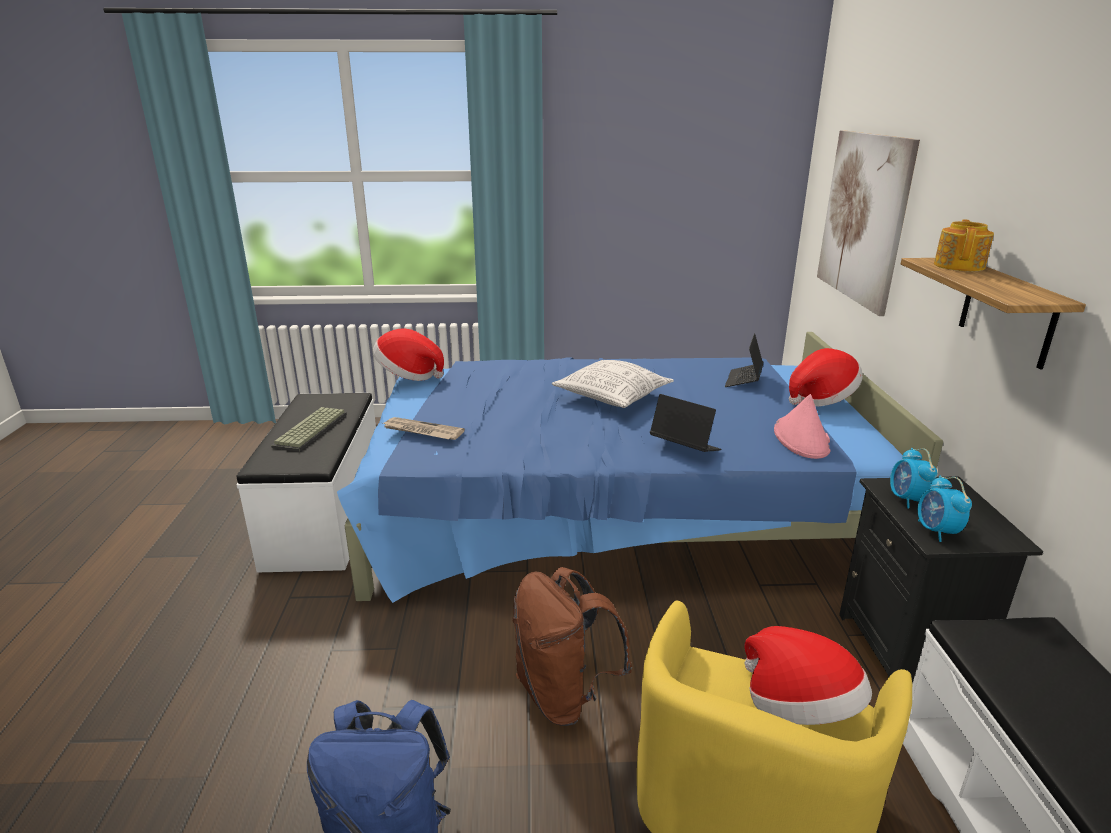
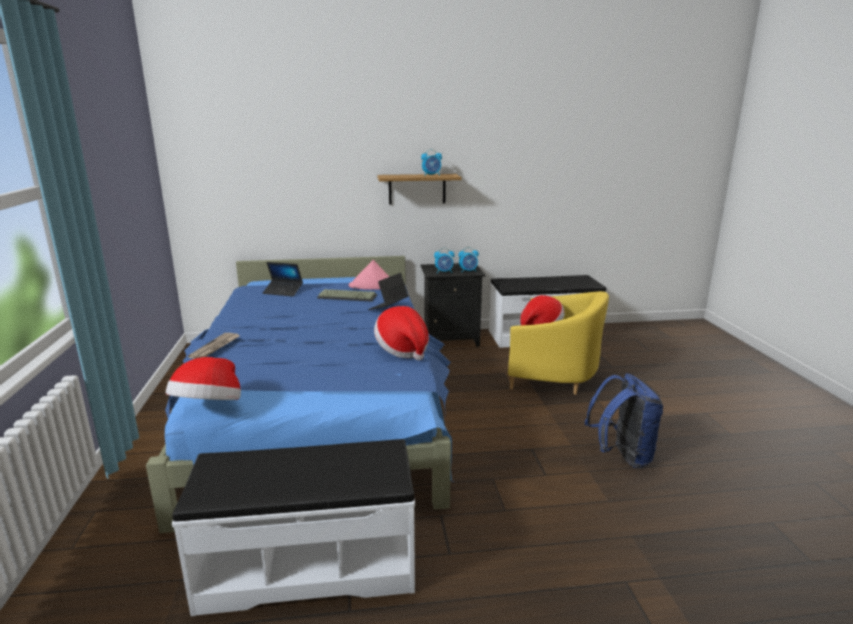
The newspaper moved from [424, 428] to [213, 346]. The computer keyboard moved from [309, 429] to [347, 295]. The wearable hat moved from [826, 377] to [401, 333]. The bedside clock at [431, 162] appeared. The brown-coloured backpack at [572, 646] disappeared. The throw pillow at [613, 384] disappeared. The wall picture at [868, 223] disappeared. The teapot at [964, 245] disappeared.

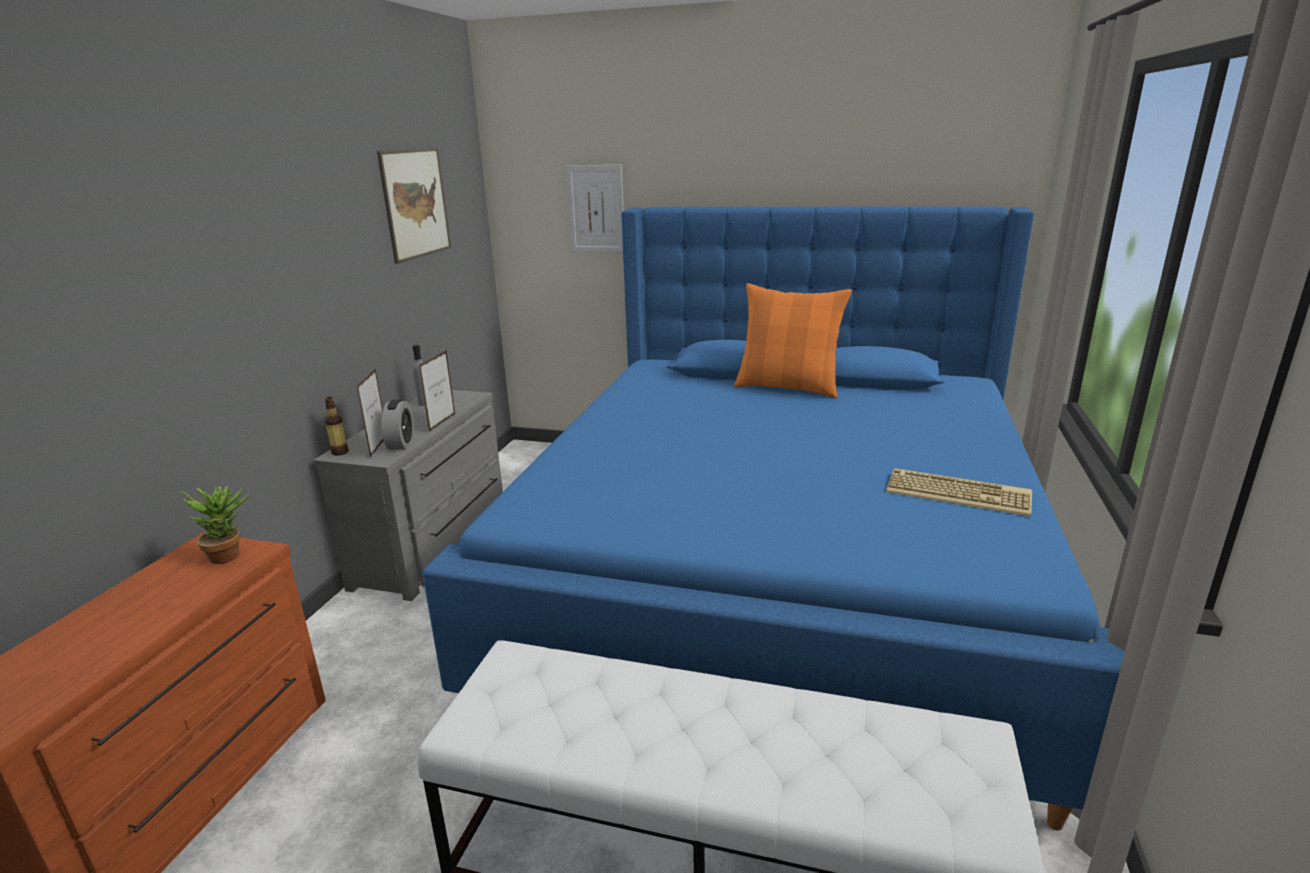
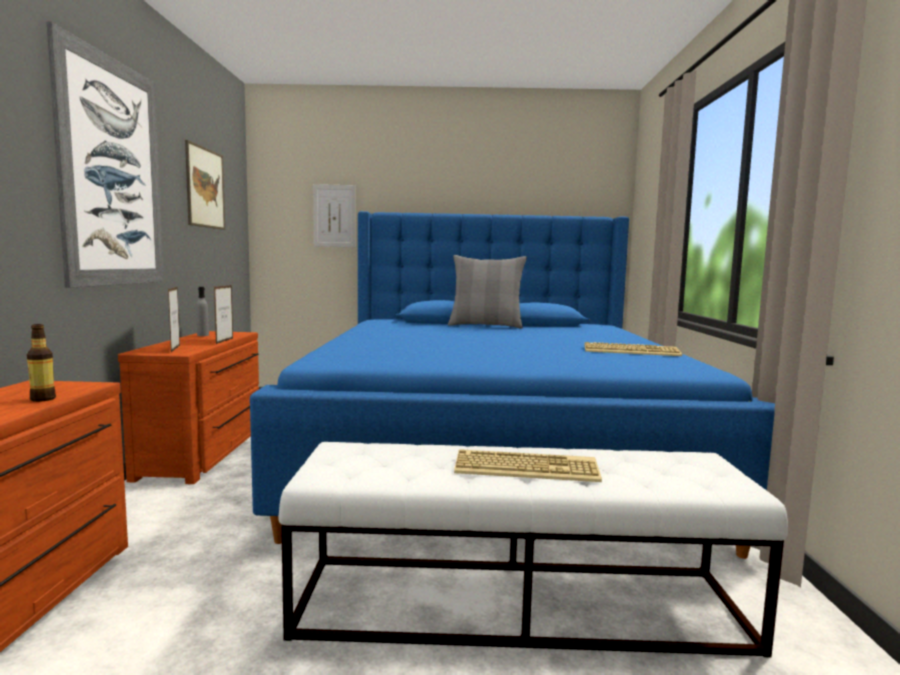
The beverage bottle moved from [337, 426] to [41, 363]. The wall picture at [105, 154] appeared. The gray dresser at [408, 495] became the brown-coloured dresser at [188, 407]. The orange throw pillow at [793, 340] became the gray throw pillow at [487, 292]. The computer keyboard at [528, 465] appeared. The houseplant at [215, 524] disappeared. The bedside clock at [397, 424] disappeared.

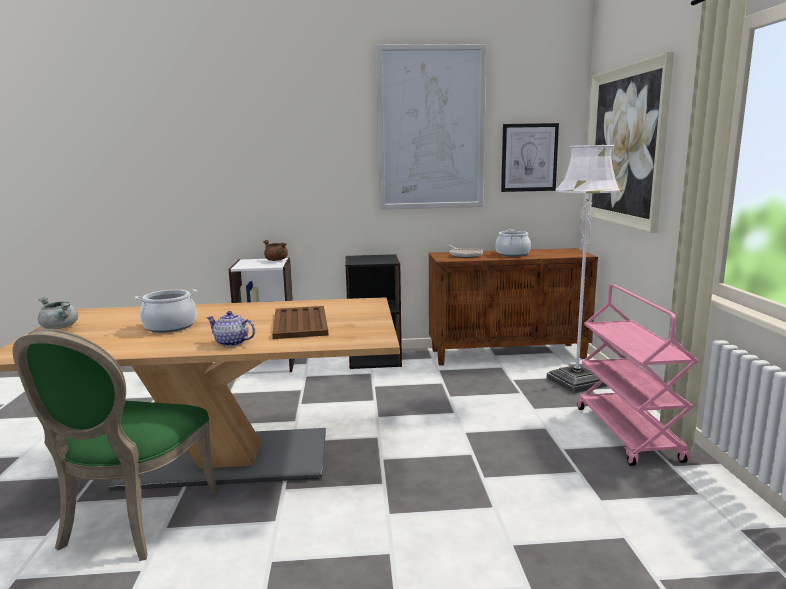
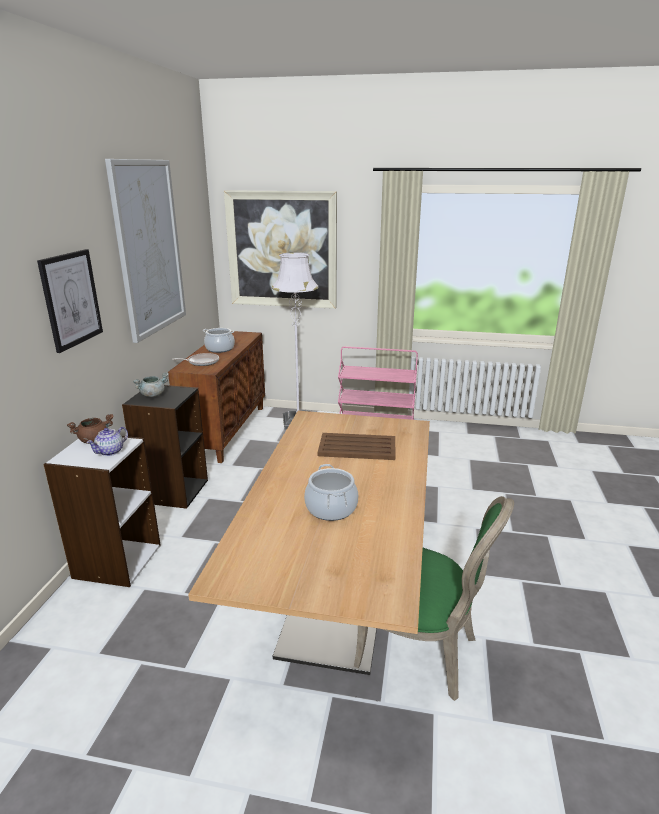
The wall picture moved from [530, 157] to [70, 301]. The teapot moved from [230, 329] to [107, 441]. The gray saucepot moved from [58, 313] to [151, 385].

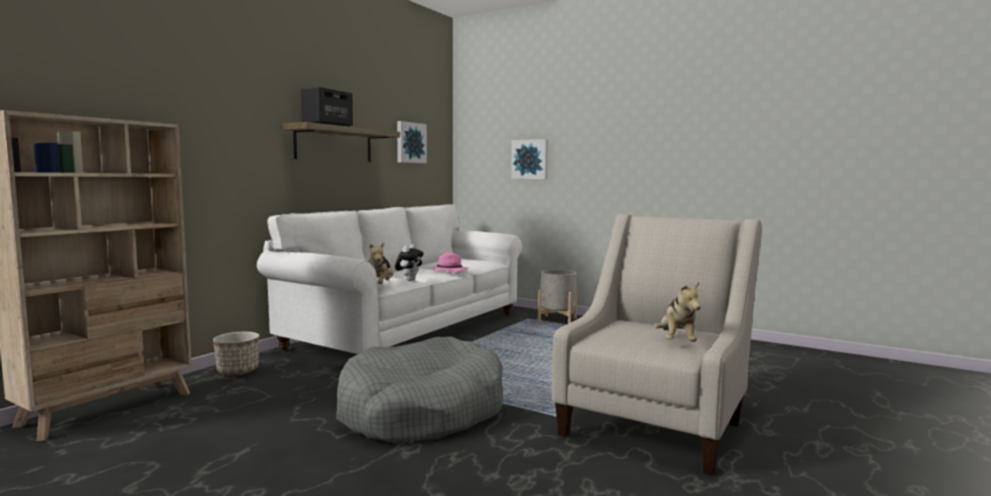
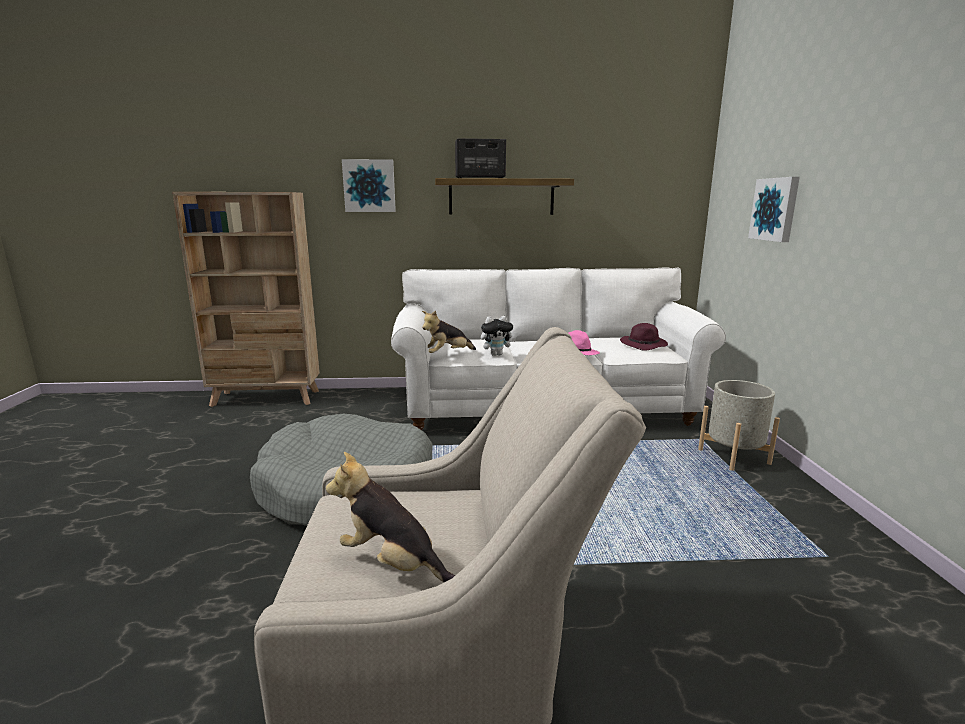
The cuddly toy at [677, 312] turned 60 degrees clockwise. The wall picture moved from [412, 142] to [369, 185]. The purplish wearable hat at [644, 337] appeared. The flower pot at [236, 353] disappeared.

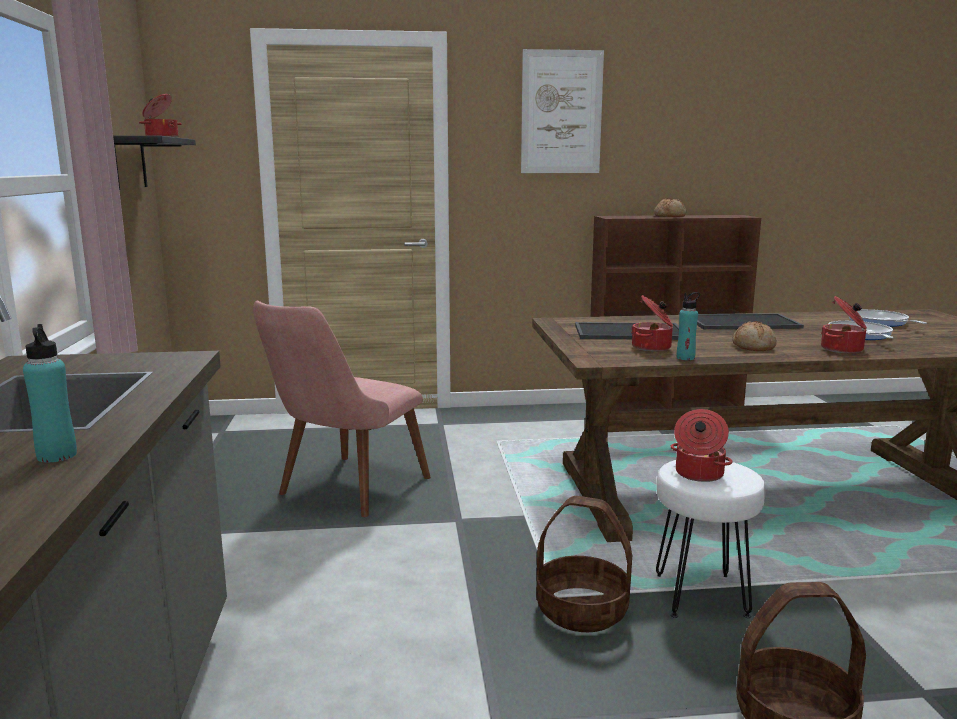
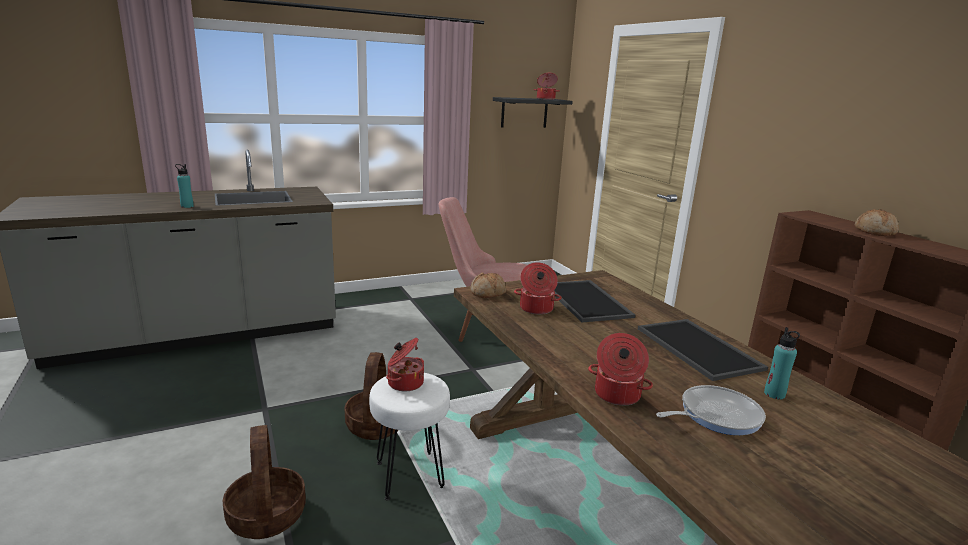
The bread moved from [754, 336] to [488, 285]. The blue-green beverage bottle moved from [688, 326] to [782, 363]. The wall picture at [562, 111] disappeared. The skillet at [888, 318] disappeared.

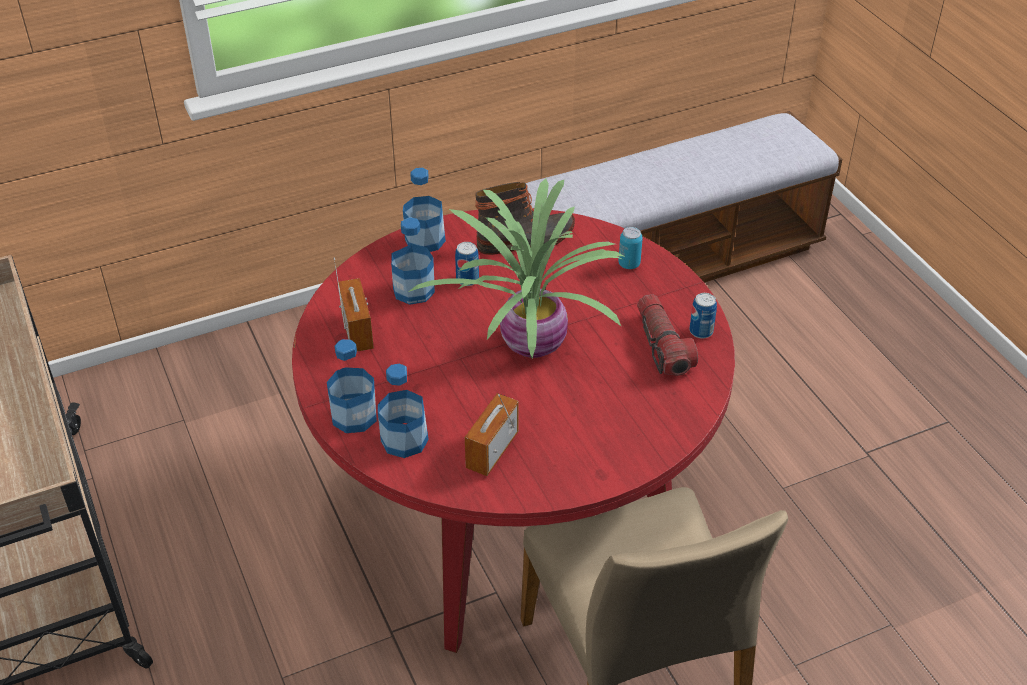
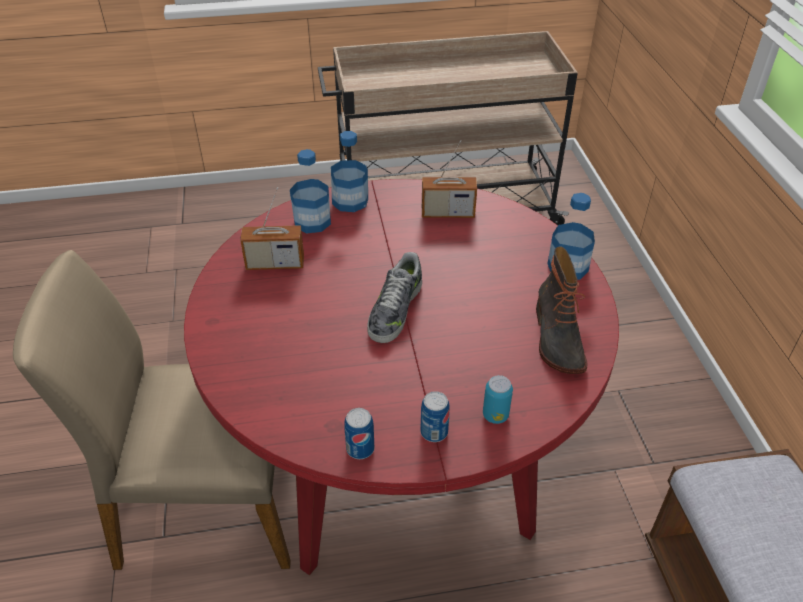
The radio set at [491, 434] turned 135 degrees clockwise. The houseplant at [516, 268] was replaced by the shoe at [394, 297]. The metal can moved from [467, 264] to [435, 416]. The beverage bottle at [413, 261] disappeared. The flashlight at [667, 335] disappeared.

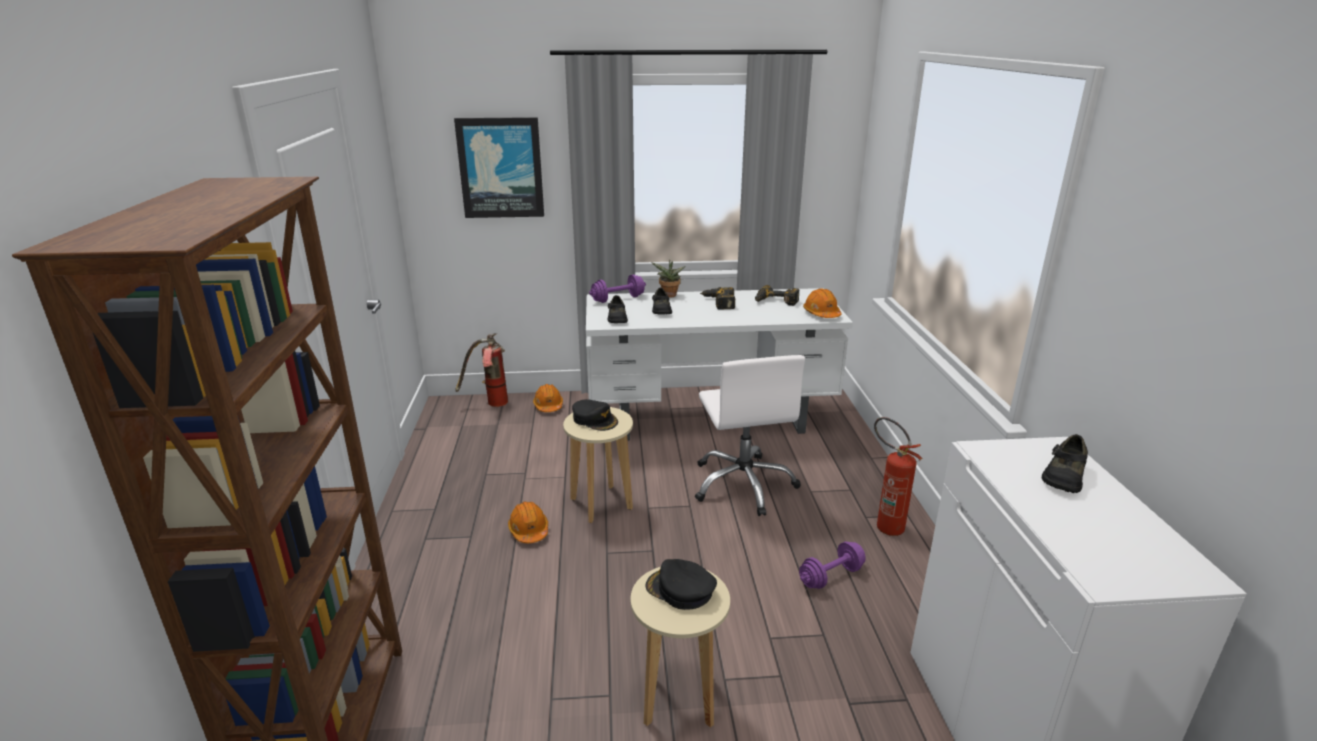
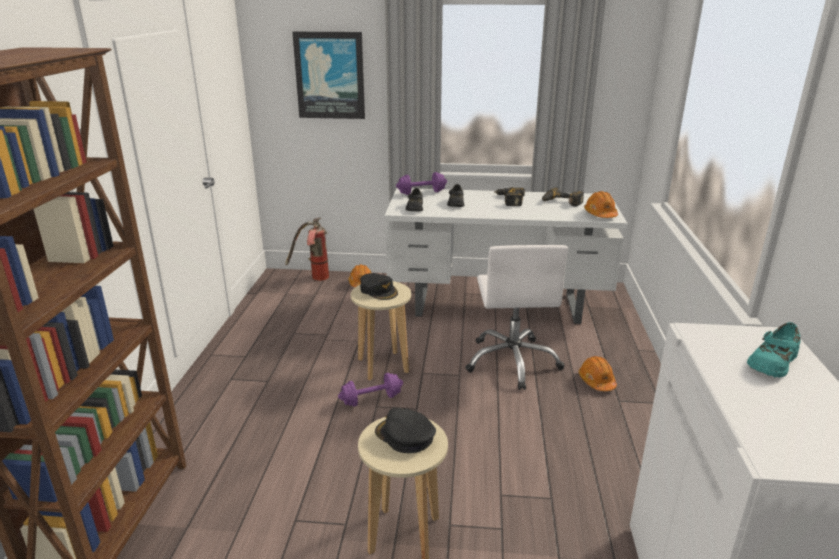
The purplish dumbbell moved from [832, 565] to [370, 390]. The orange hard hat moved from [528, 522] to [598, 373]. The blackish shoe at [1065, 463] became the blue-green shoe at [774, 350]. The houseplant at [668, 278] disappeared. The fire-fighting cylinder at [898, 476] disappeared.

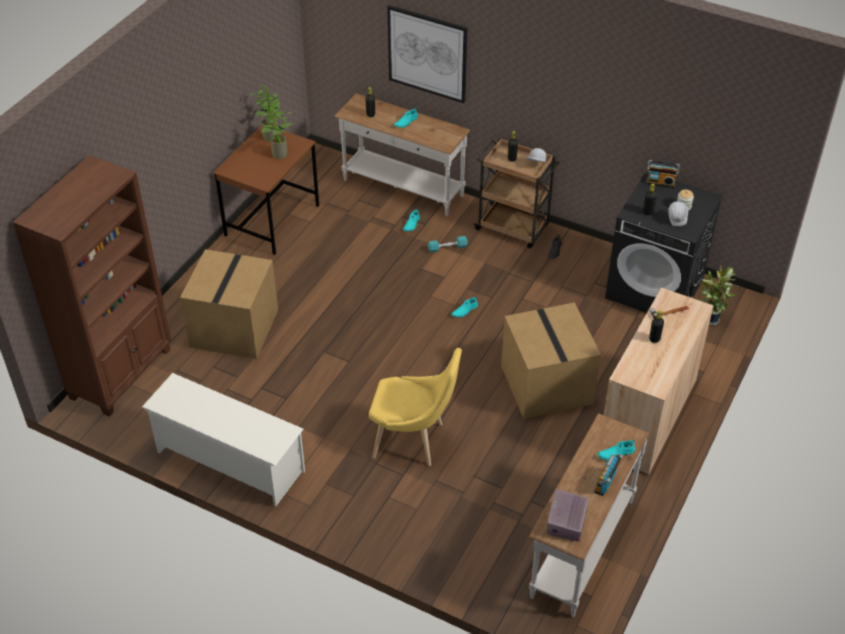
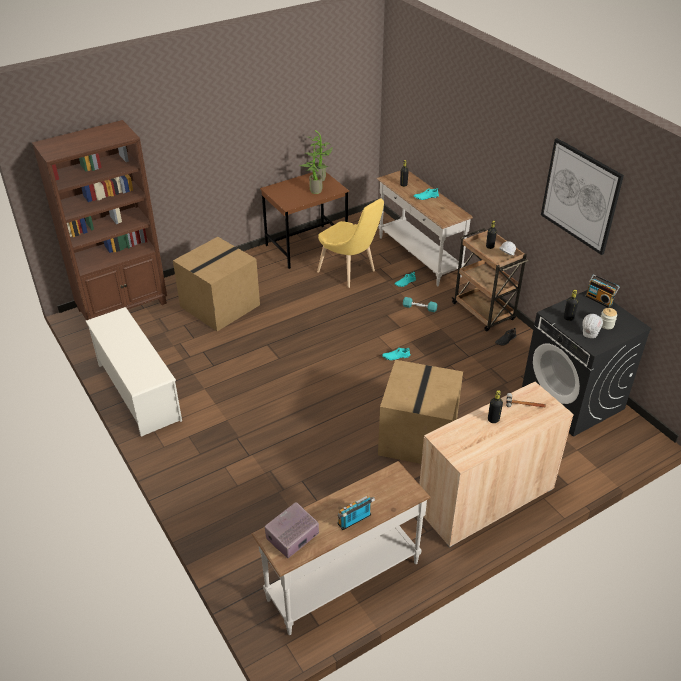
The yellowish upright chair moved from [415, 407] to [350, 243]. The wall picture moved from [427, 54] to [582, 196]. The blue-green shoe at [616, 450] disappeared. The houseplant at [719, 295] disappeared.

